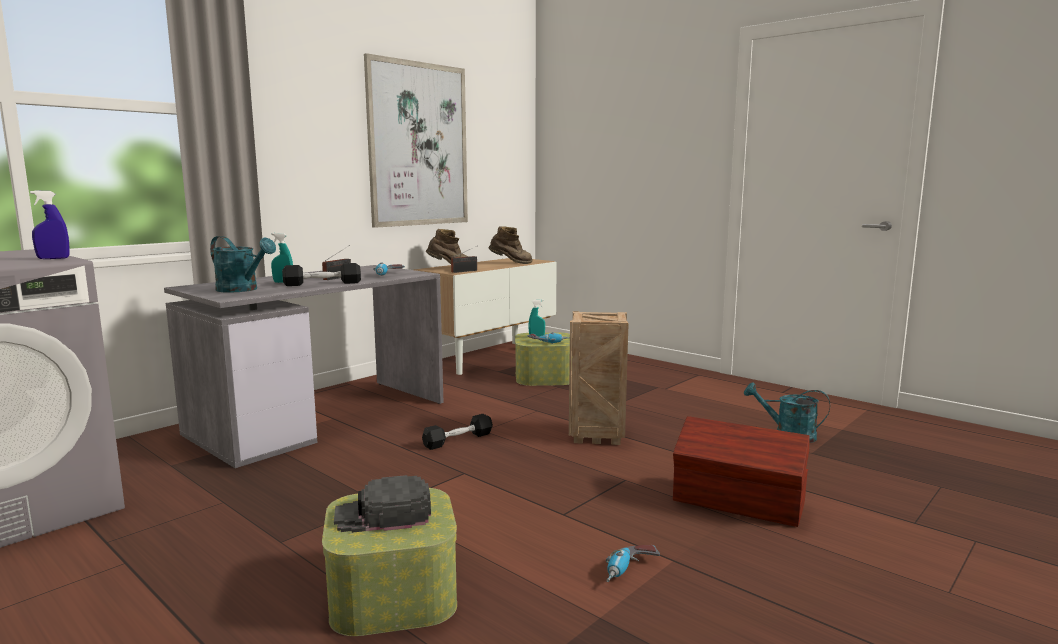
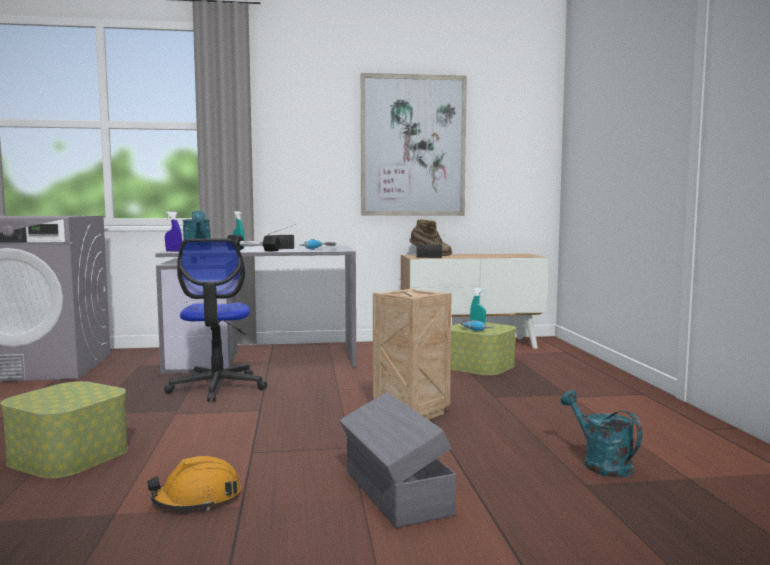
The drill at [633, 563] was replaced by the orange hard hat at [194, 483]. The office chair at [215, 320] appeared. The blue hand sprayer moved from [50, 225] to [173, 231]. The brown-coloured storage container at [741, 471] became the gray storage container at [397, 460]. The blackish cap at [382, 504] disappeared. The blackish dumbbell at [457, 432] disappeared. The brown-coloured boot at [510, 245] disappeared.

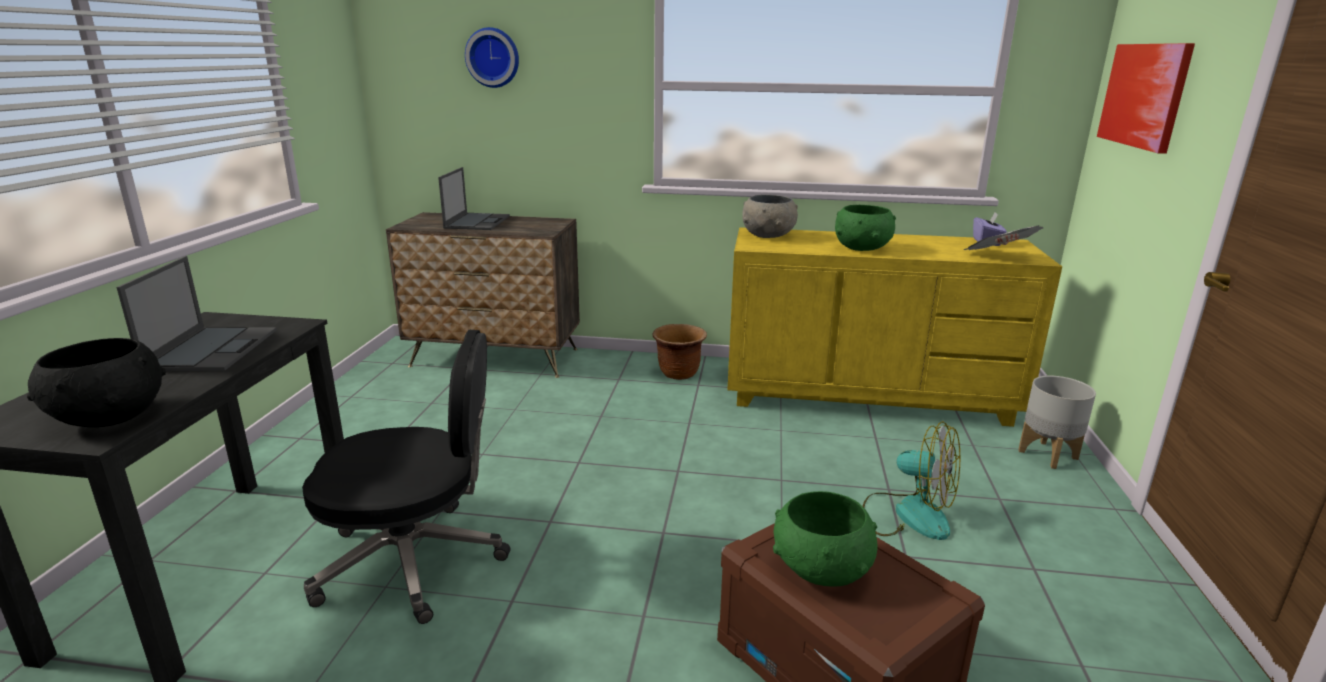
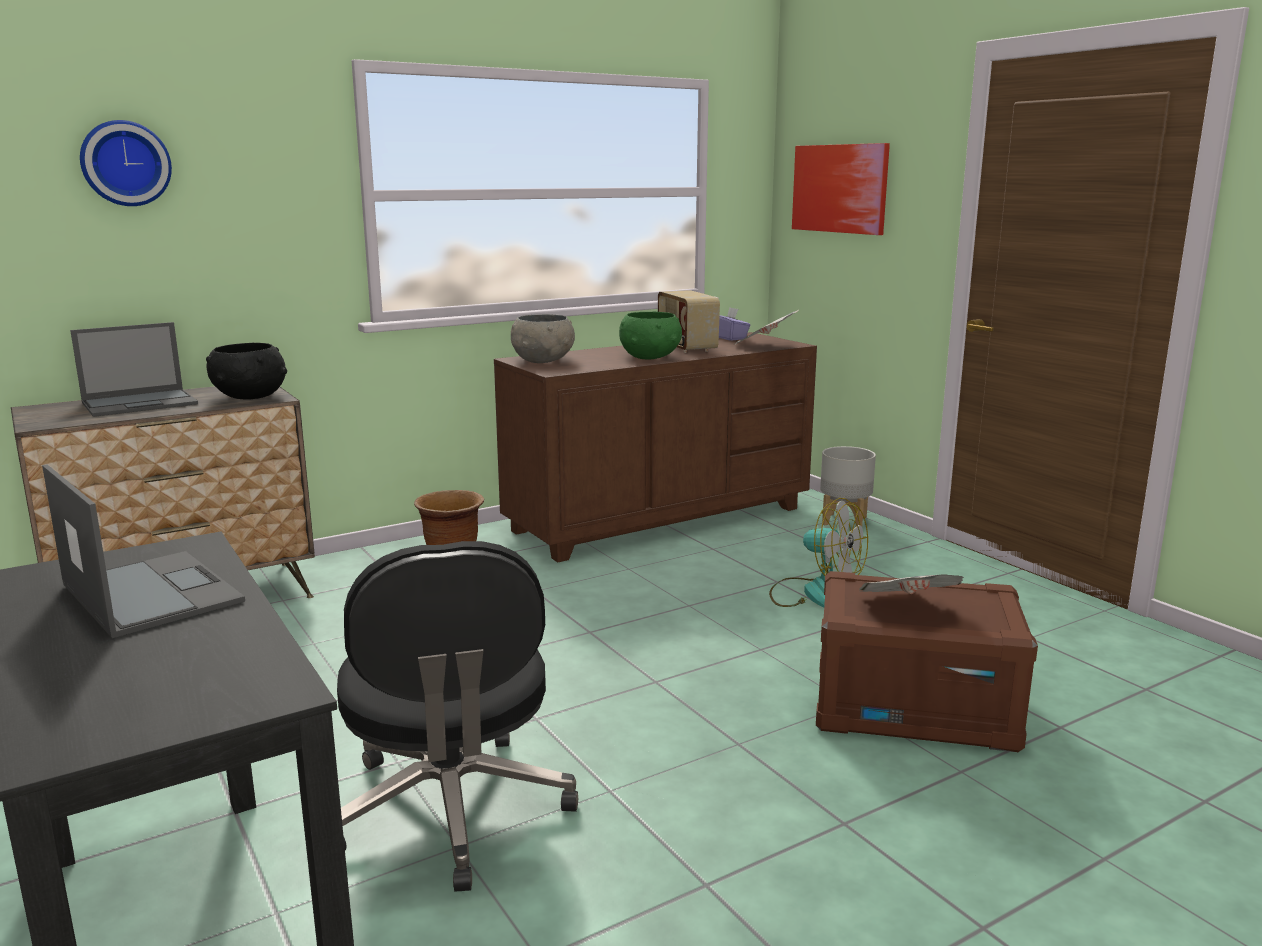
The notebook computer at [474, 198] turned 90 degrees clockwise. The blackish deep dish moved from [96, 382] to [246, 371]. The blackish office chair at [406, 477] turned 120 degrees clockwise. The yellowish dresser at [894, 327] became the brown-coloured dresser at [655, 447]. The radio set at [689, 321] appeared. The electric fan at [911, 480] turned 45 degrees clockwise. The green deep dish at [825, 539] was replaced by the newspaper at [911, 584].

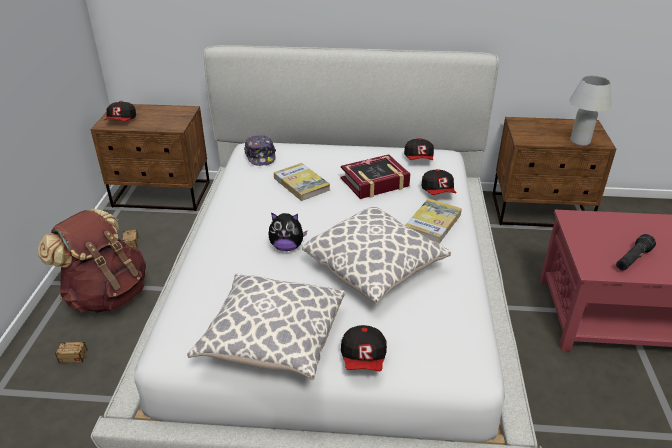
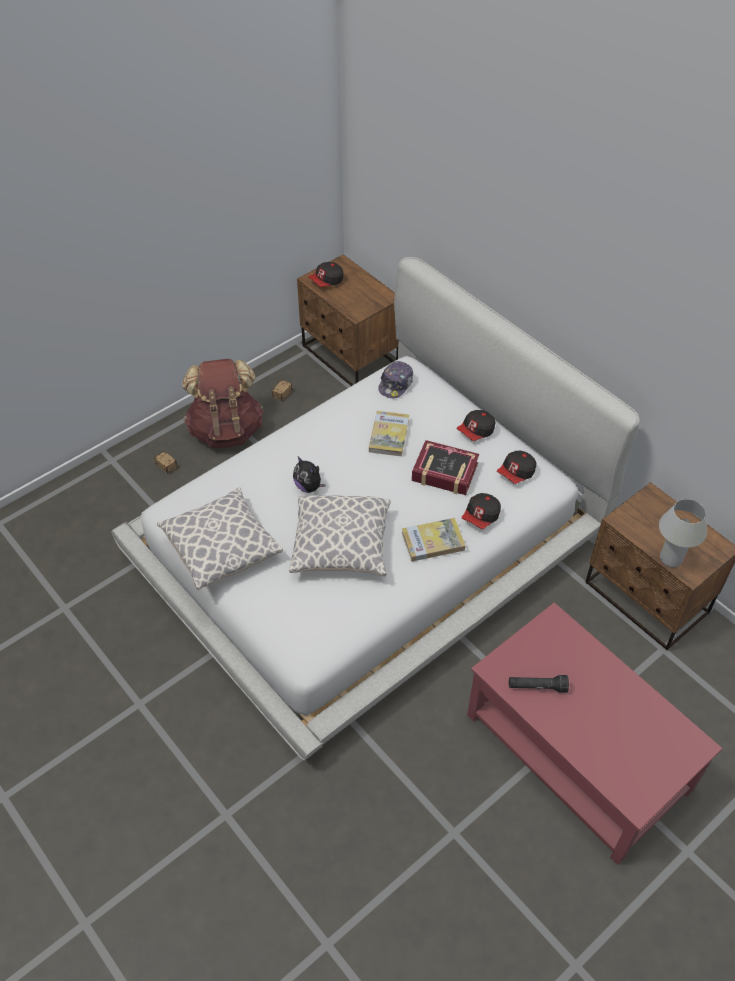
The cap moved from [364, 348] to [476, 425].

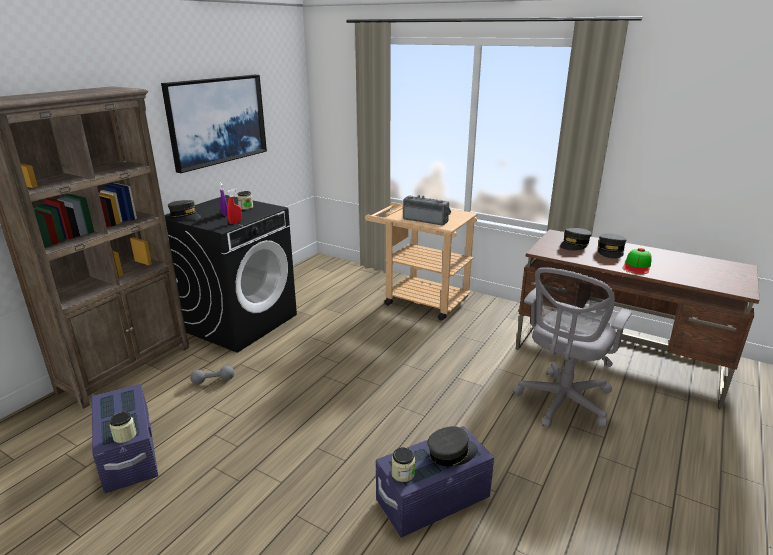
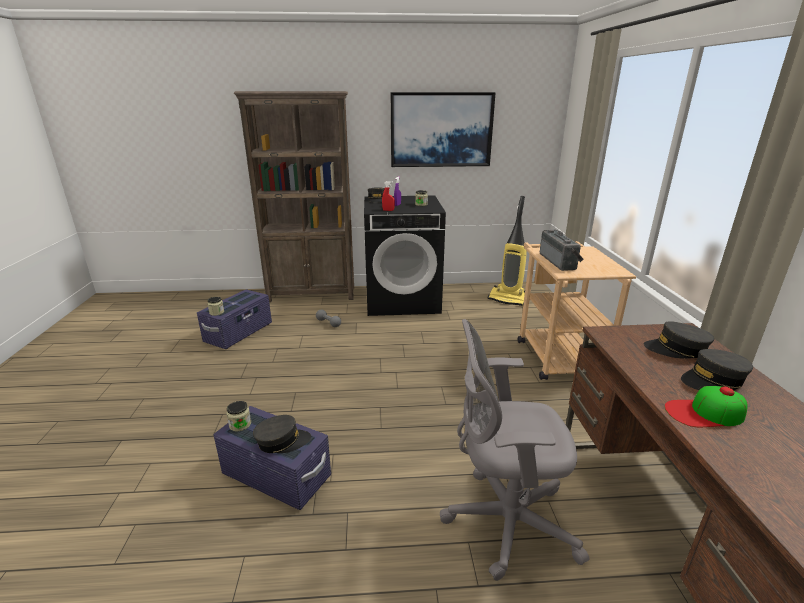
The gray cap at [453, 446] turned 45 degrees counterclockwise. The vacuum cleaner at [507, 251] appeared.

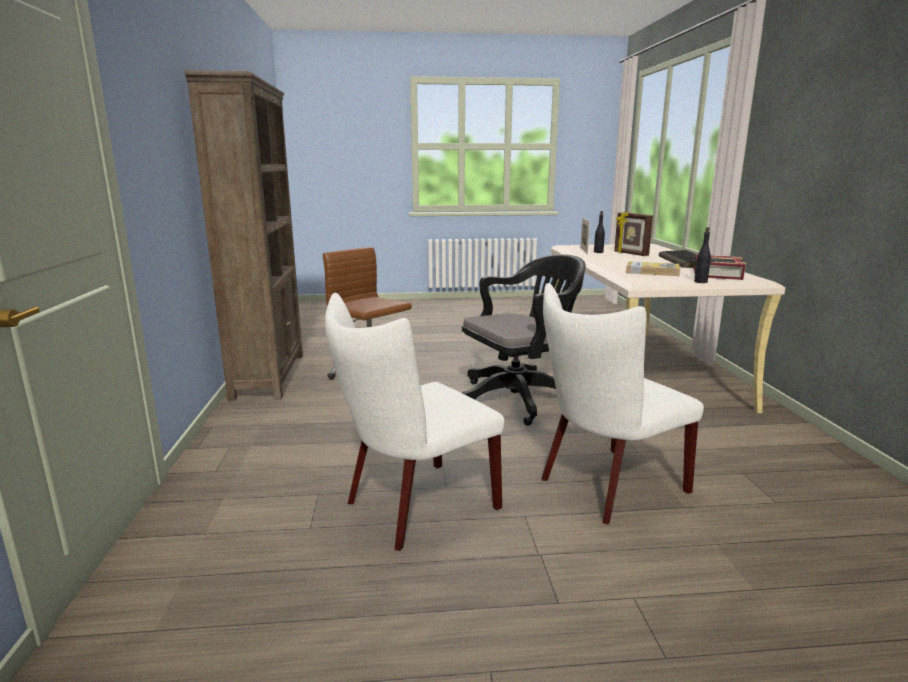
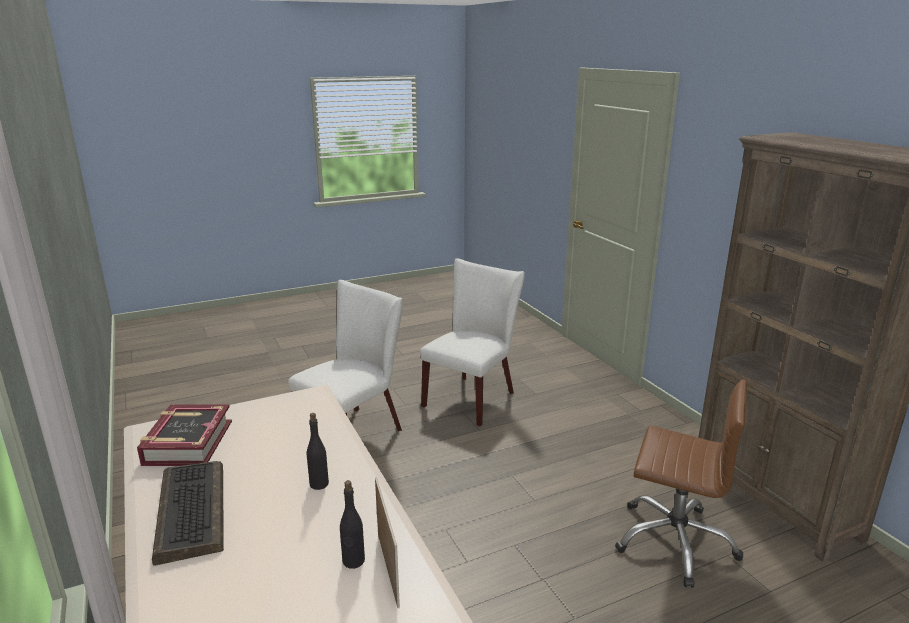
The blackish beverage bottle moved from [702, 255] to [318, 451]. The blackish office chair at [524, 340] disappeared. The standing frame at [633, 234] disappeared. The book at [653, 268] disappeared.

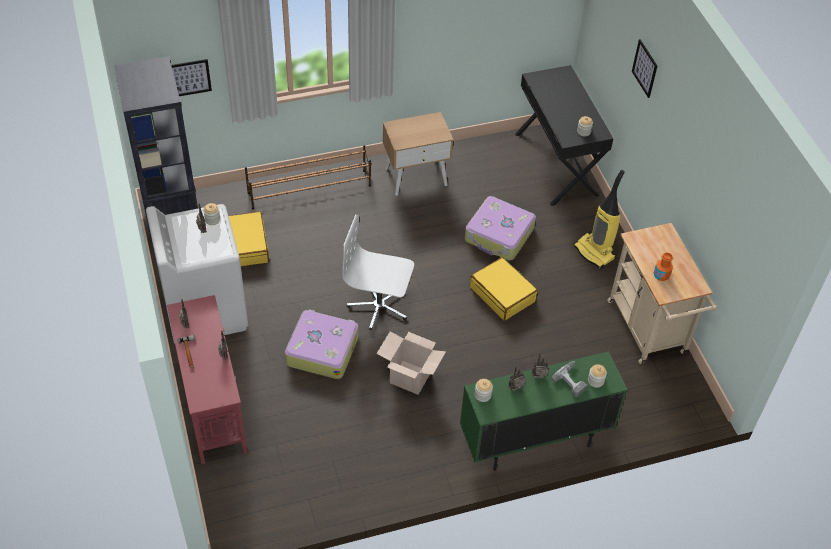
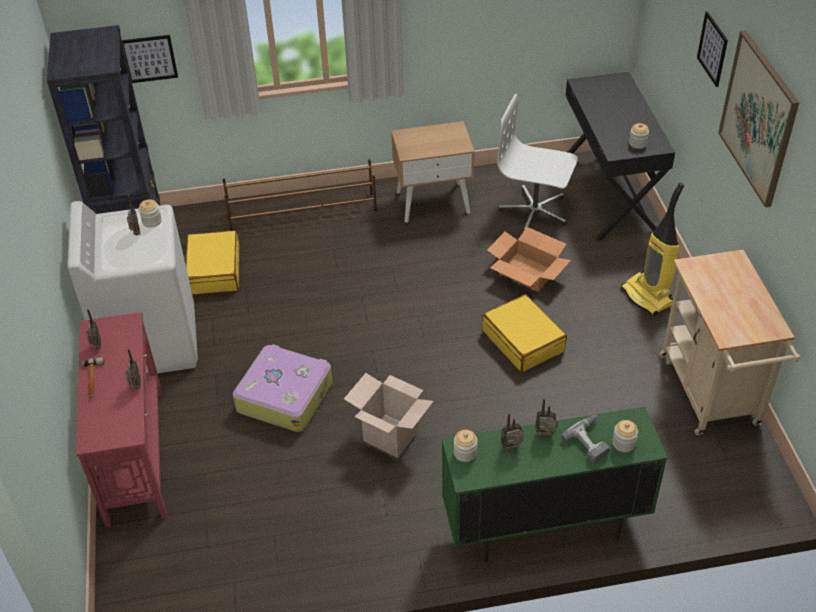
The suitcase at [500, 228] was replaced by the carton at [529, 259]. The white office chair moved from [378, 272] to [537, 163]. The wall picture at [758, 119] appeared. The orange beverage bottle at [663, 266] disappeared.

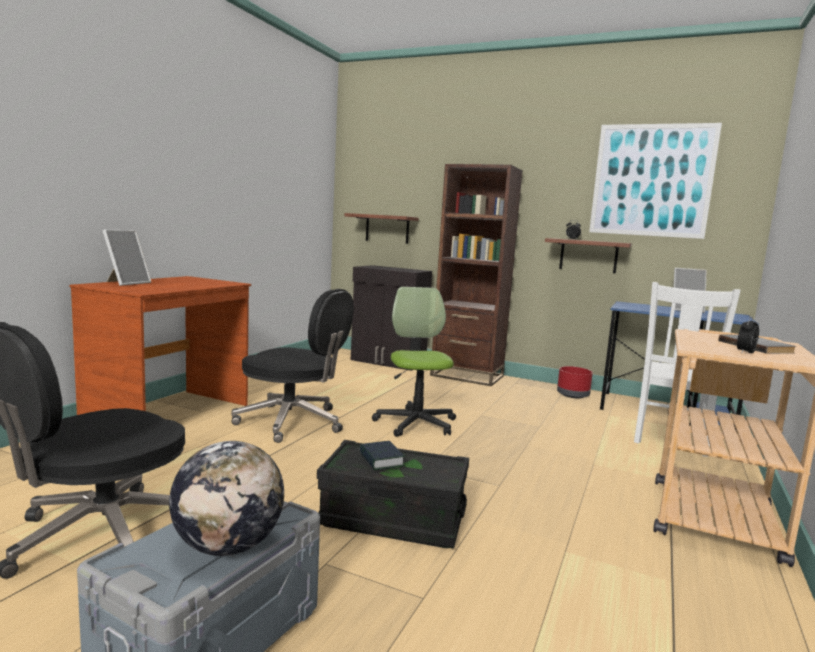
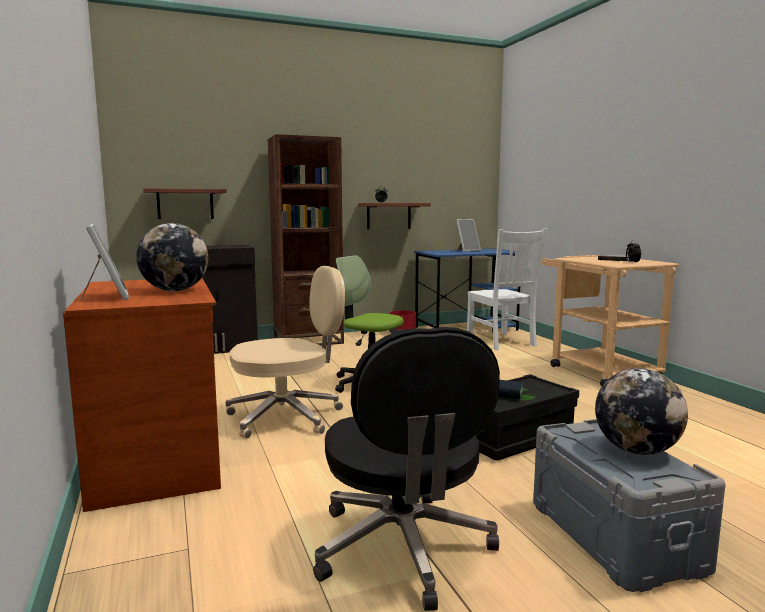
The desk globe at [172, 257] appeared. The blackish office chair at [292, 366] became the sand-coloured office chair at [285, 352]. The wall picture at [655, 181] disappeared.

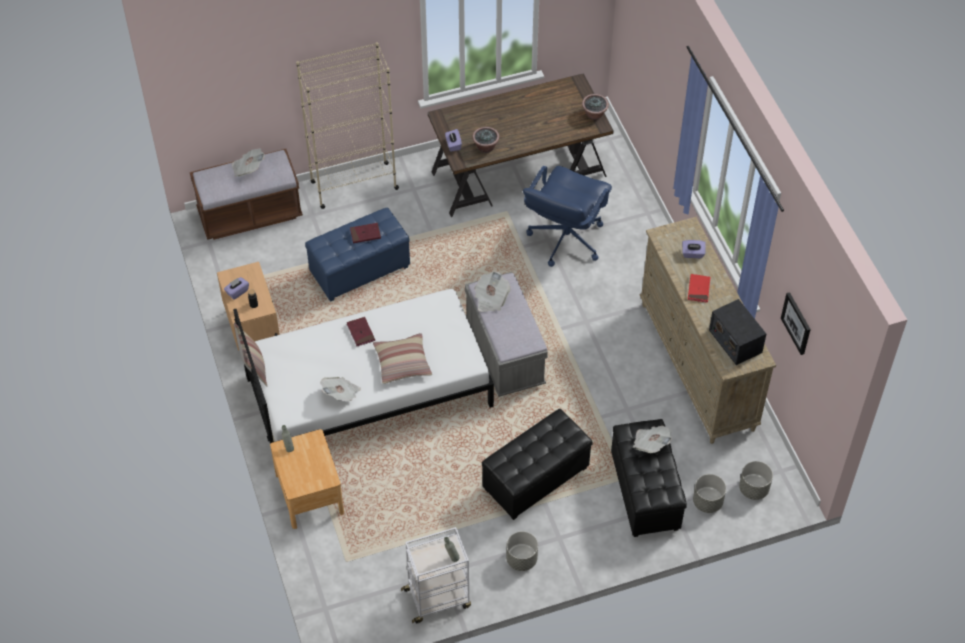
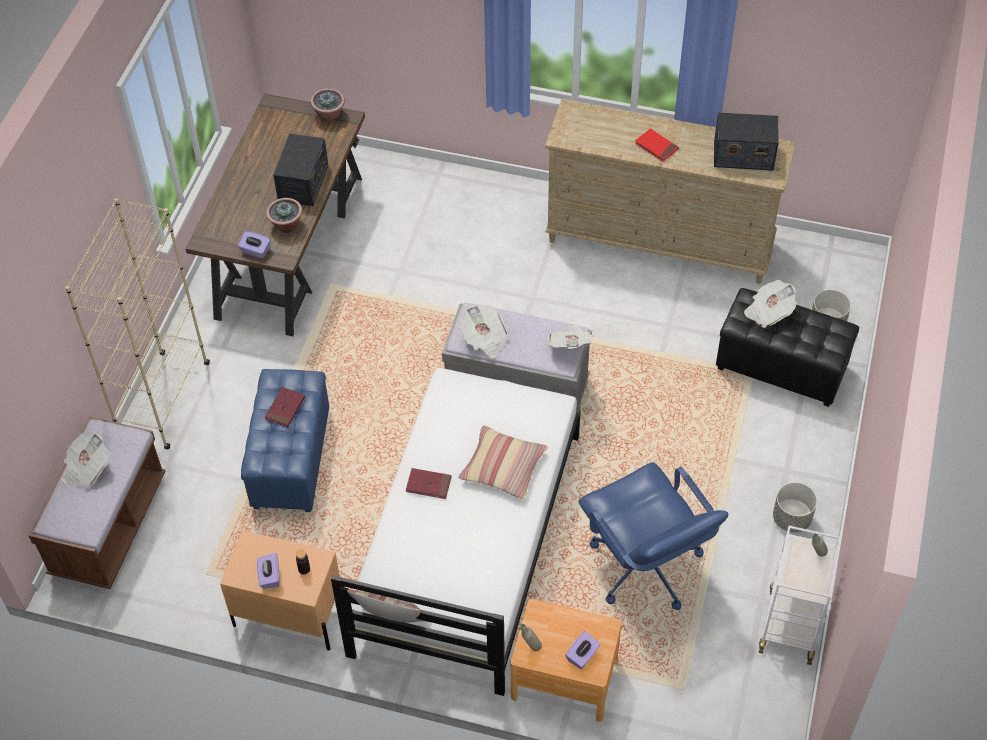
The radio set at [300, 170] appeared. The newspaper moved from [340, 389] to [571, 337]. The purplish box of tissues moved from [694, 249] to [583, 650]. The blue office chair moved from [567, 216] to [653, 536]. The blackish footrest at [537, 464] disappeared. The gray flower pot at [756, 480] disappeared. The wall picture at [796, 323] disappeared.

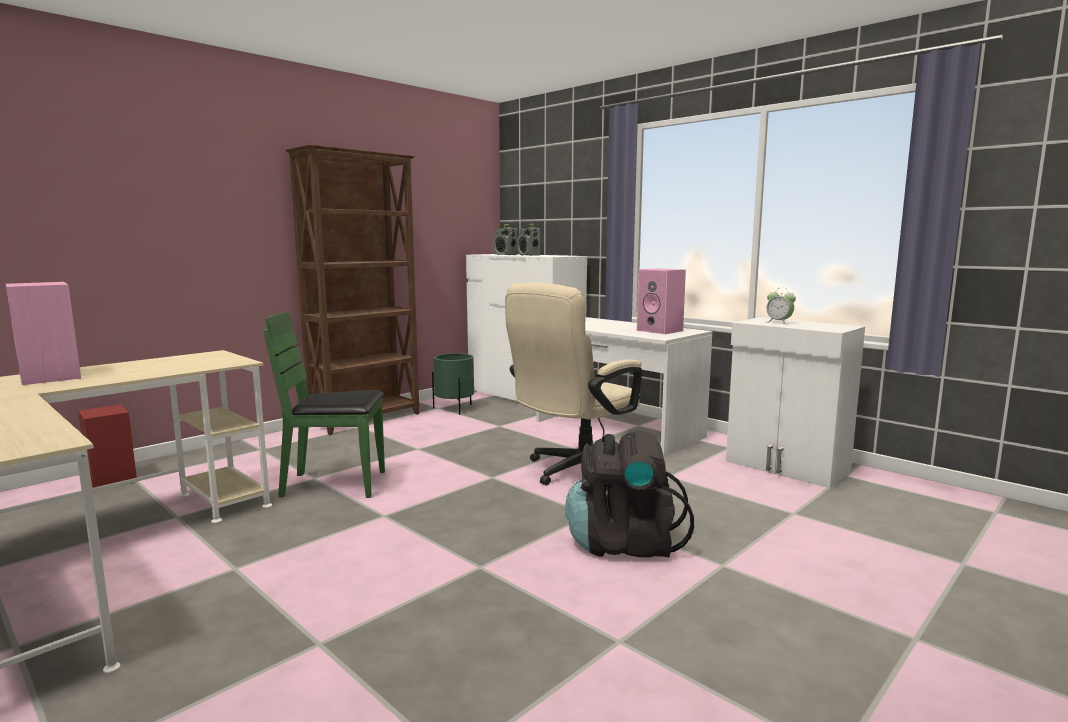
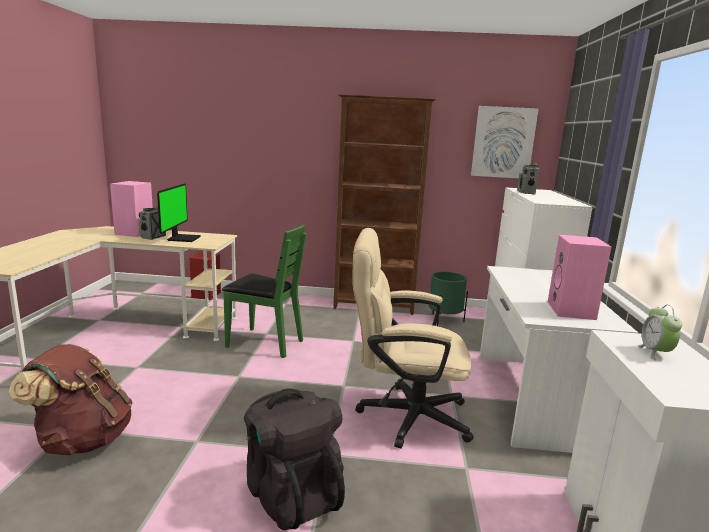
The brown-coloured backpack at [71, 399] appeared. The radio set moved from [528, 240] to [152, 223]. The monitor at [179, 213] appeared. The green upright chair at [324, 404] turned 150 degrees clockwise. The wall picture at [504, 142] appeared.

